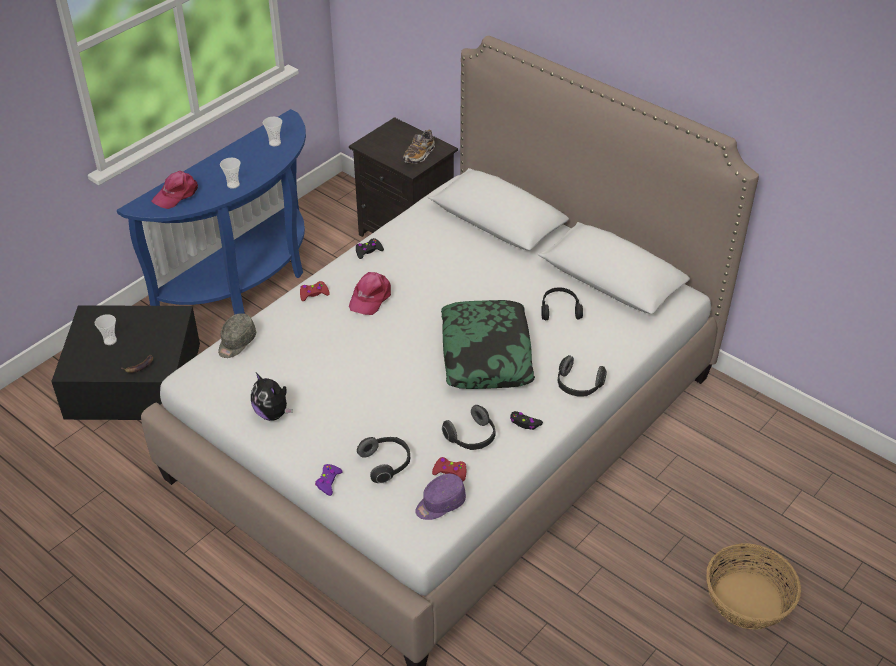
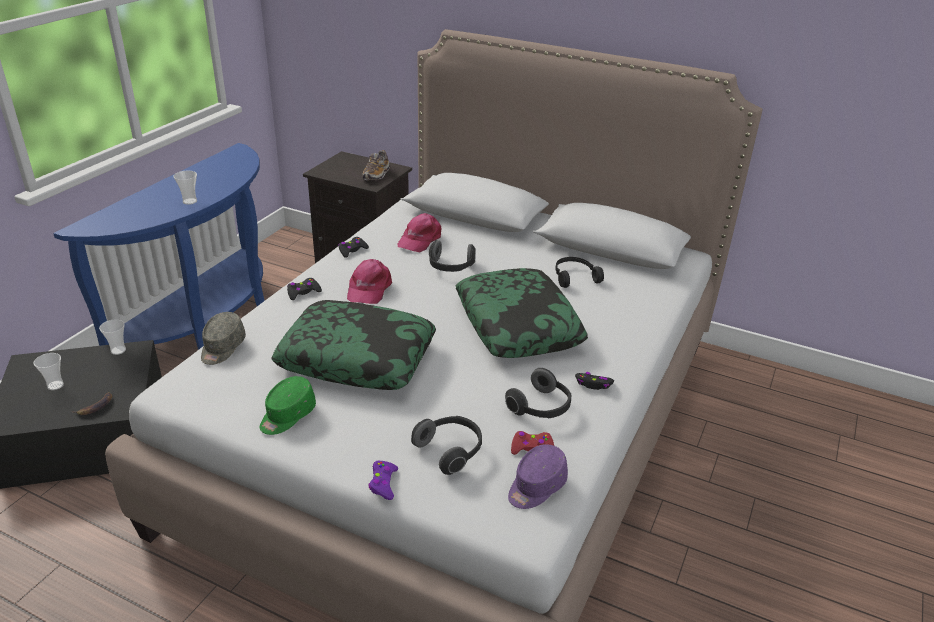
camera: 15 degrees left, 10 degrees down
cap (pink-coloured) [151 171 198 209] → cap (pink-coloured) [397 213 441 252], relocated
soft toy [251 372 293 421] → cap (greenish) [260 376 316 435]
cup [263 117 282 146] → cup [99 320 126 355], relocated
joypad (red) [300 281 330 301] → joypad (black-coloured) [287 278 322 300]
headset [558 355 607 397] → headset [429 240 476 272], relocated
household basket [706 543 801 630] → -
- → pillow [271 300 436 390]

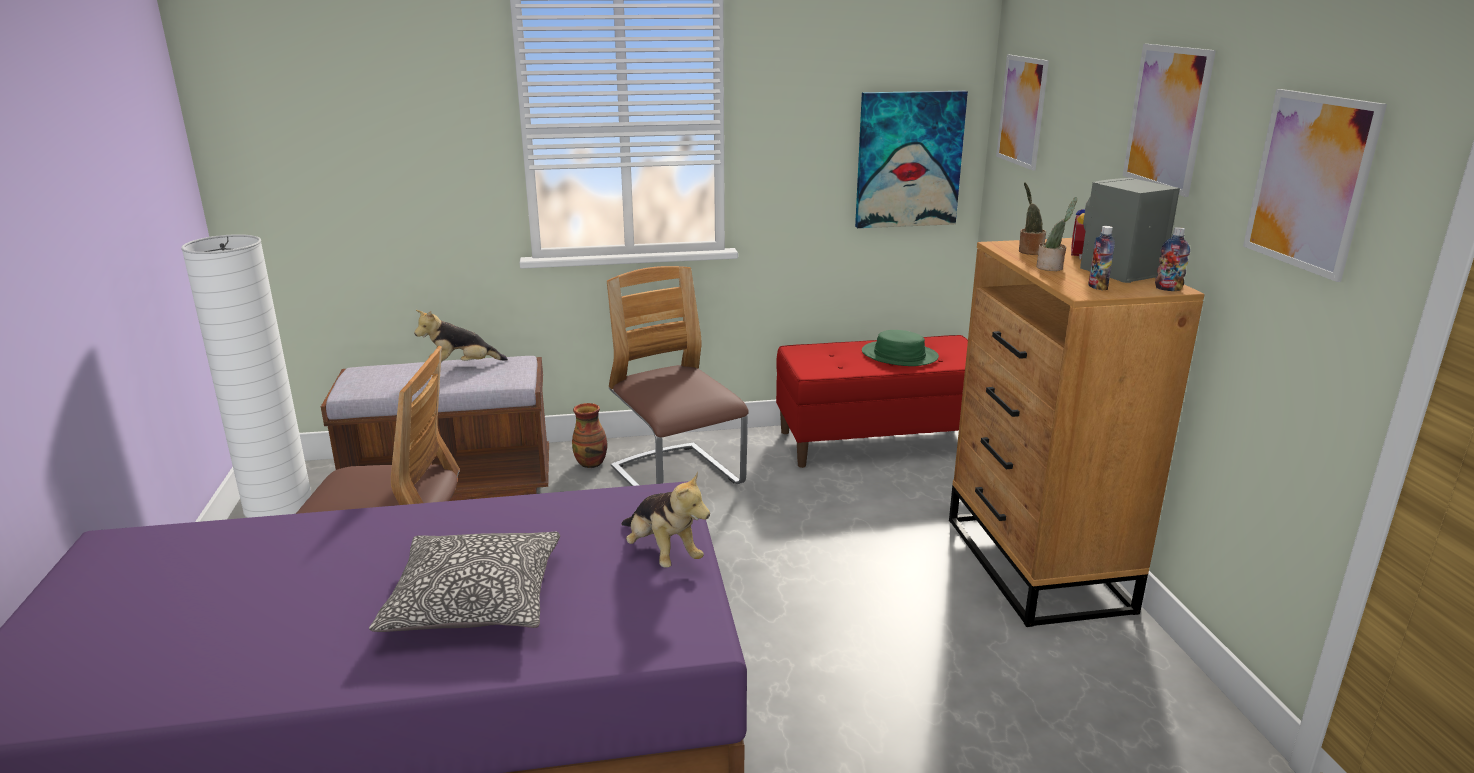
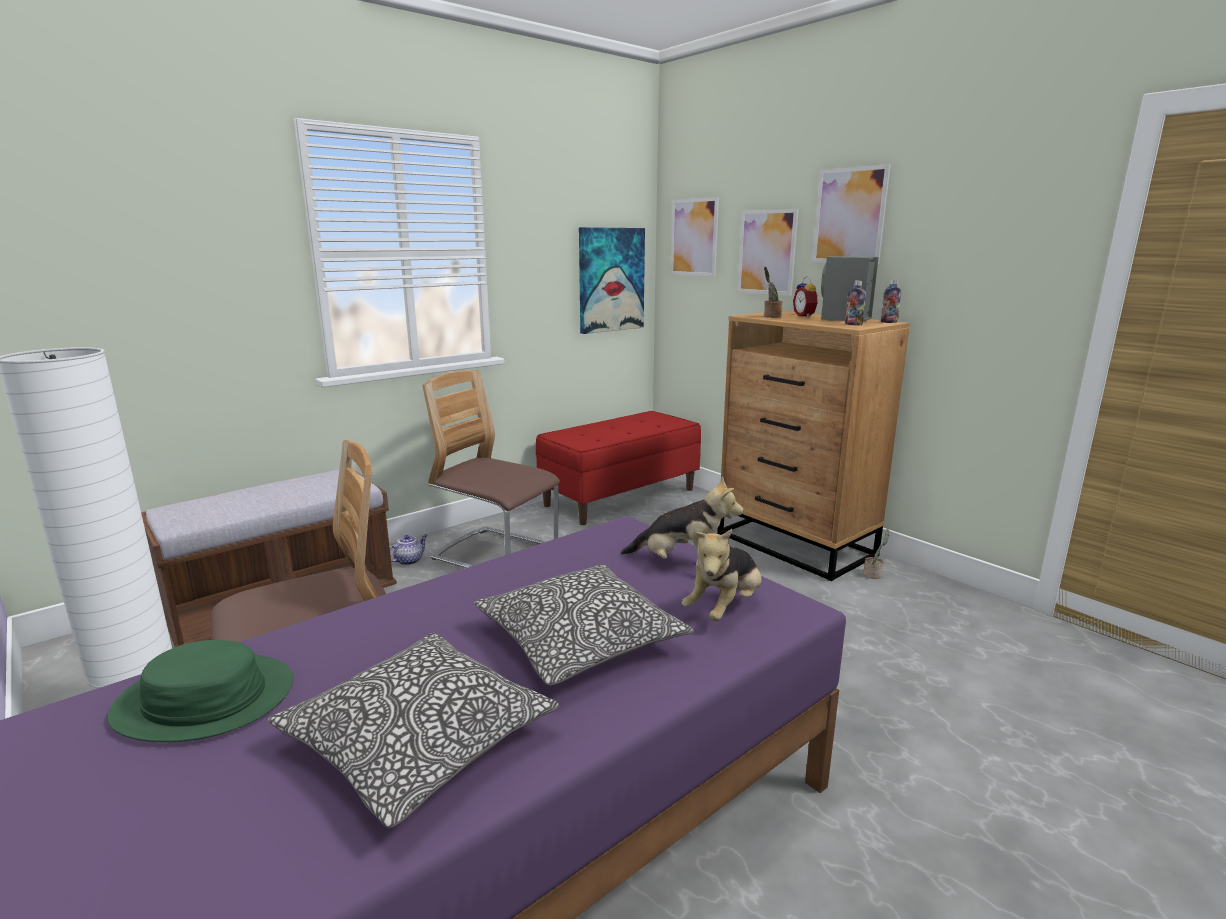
camera: 30 degrees left, 5 degrees down
soft toy [414 310 508 362] → soft toy [682 529 762 621], relocated
vase [572 403 608 468] → teapot [390 534 427 565]
wearable hat (greenish) [862 330 939 366] → wearable hat (greenish) [107 640 293 742], relocated
potted plant [1036 197 1077 271] → potted plant [863 529 889 579], relocated
wall art [1243 89 1387 282] → wall art [737 209 799 296], relocated
- → pillow [268 633 560 828]

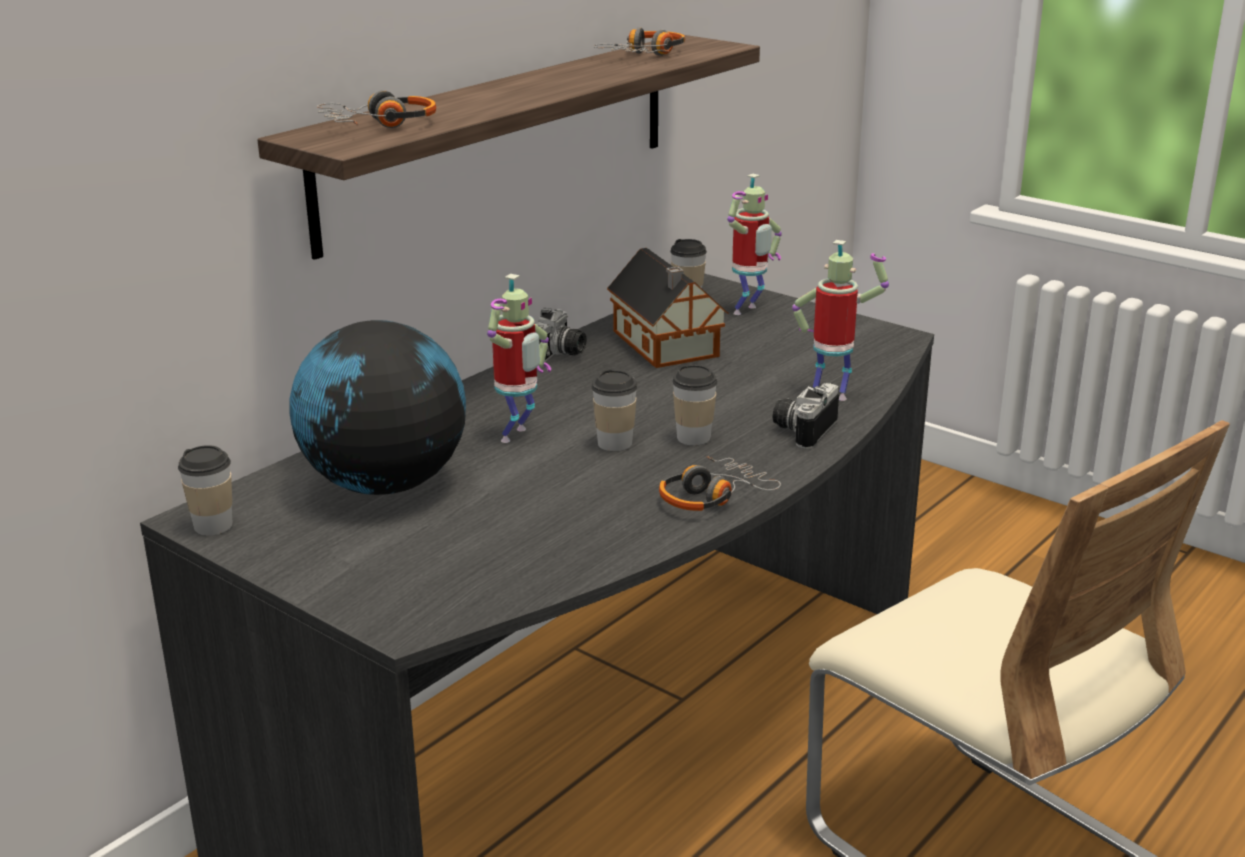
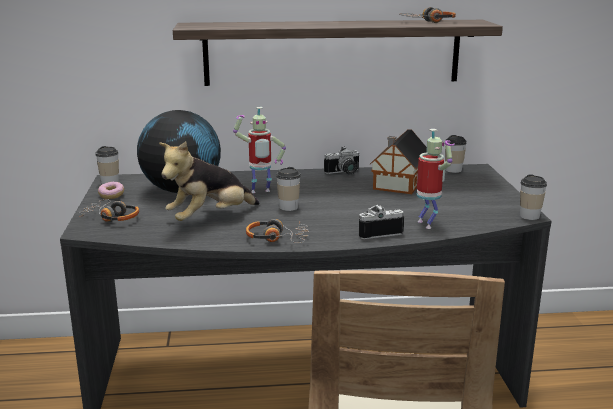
camera: 45 degrees right, 5 degrees down
headset [317 90 436 128] → headset [79 199 139 222], relocated
cup [672 365 718 445] → cup [520 174 547 220], relocated
model robot [727 174 782 315] → -
- → doughnut [98 182 124 199]
- → soft toy [159 142 260 221]

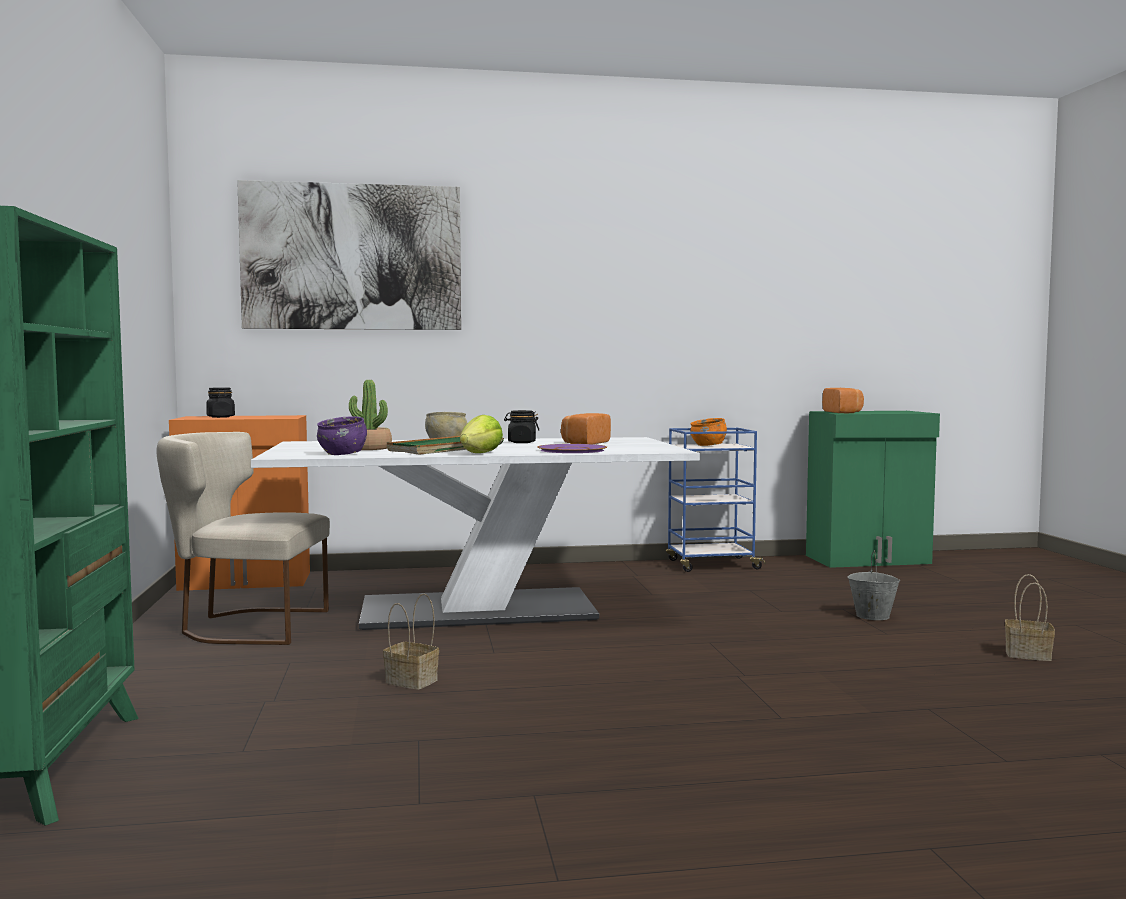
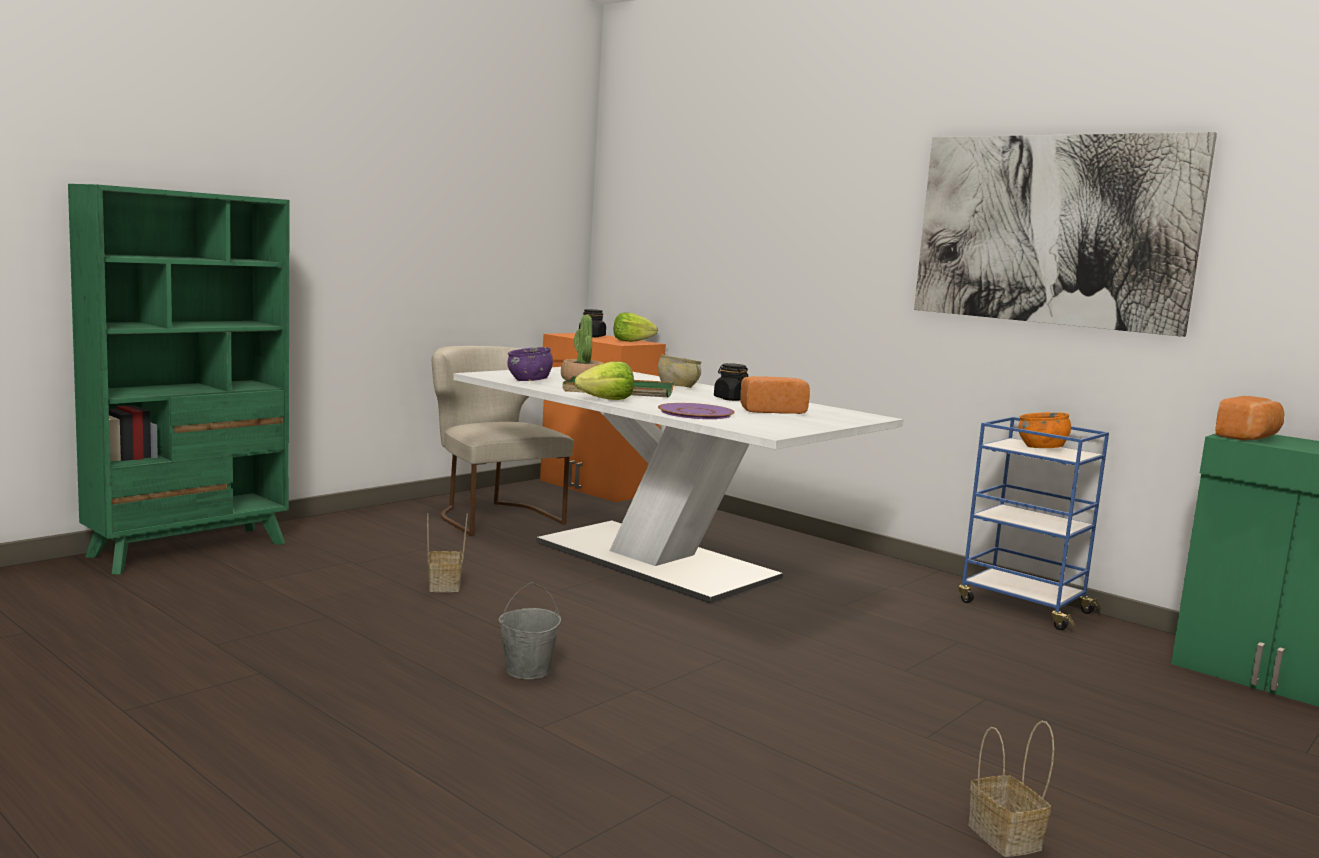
camera: 50 degrees right, 5 degrees up
wall art [237 180 461 330] → wall art [914 132 1217 337], relocated
pail (gray) [847 550 900 620] → pail (gray) [499 582 561 679], relocated
- → lettuce head [614 312 658 342]

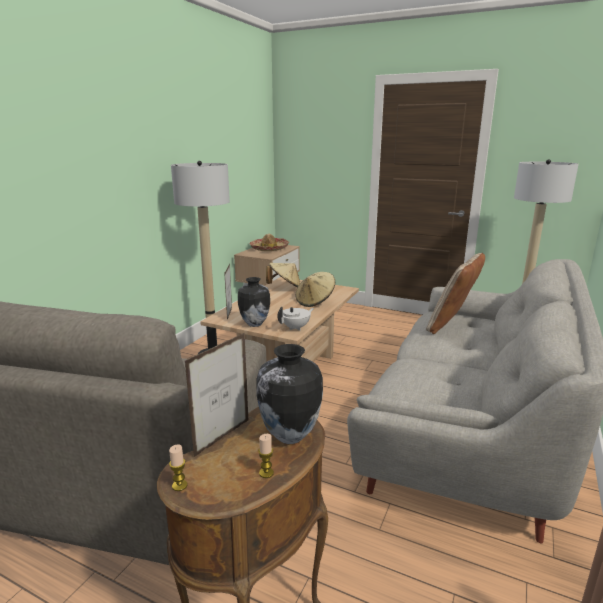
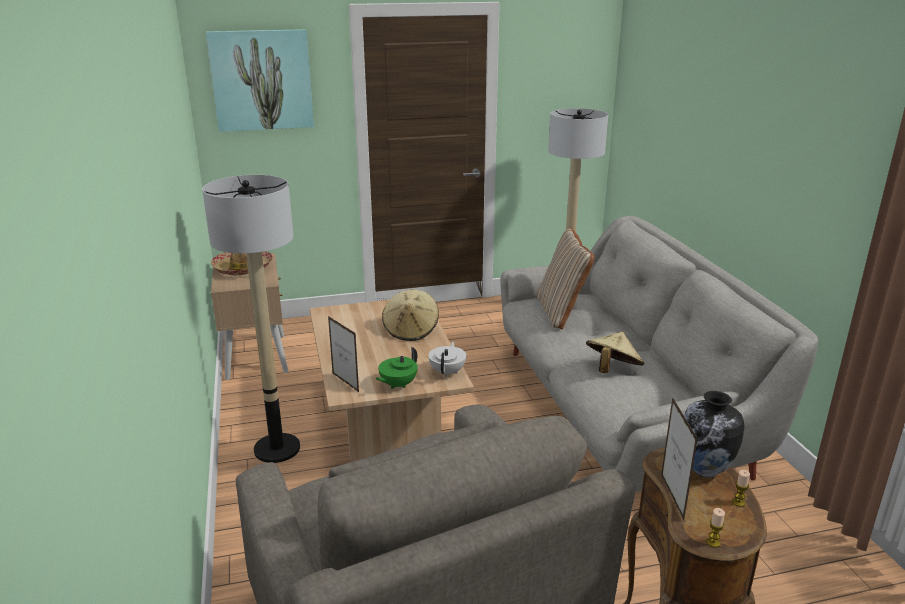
camera: 40 degrees left, 5 degrees up
vase [238 277 270 327] → teapot (greenish) [376 347 418 389]
wearable hat (beige) [266 263 300 288] → wearable hat (beige) [586 332 644 373], relocated
- → wall art [206 29 314 132]

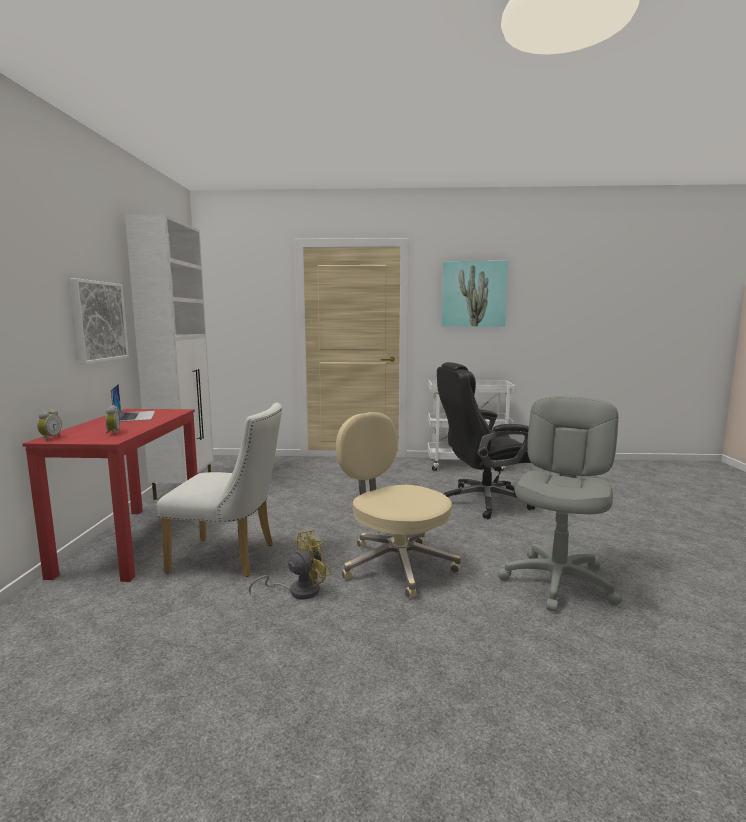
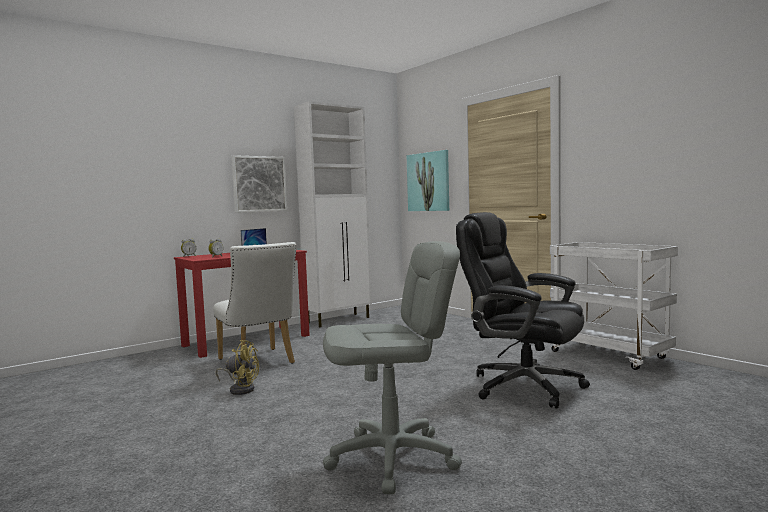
camera: 50 degrees right, 5 degrees down
computer chair (beige) [336 412 461 598] → -
wall art [441 261 508 327] → wall art [407 150 449 211], relocated

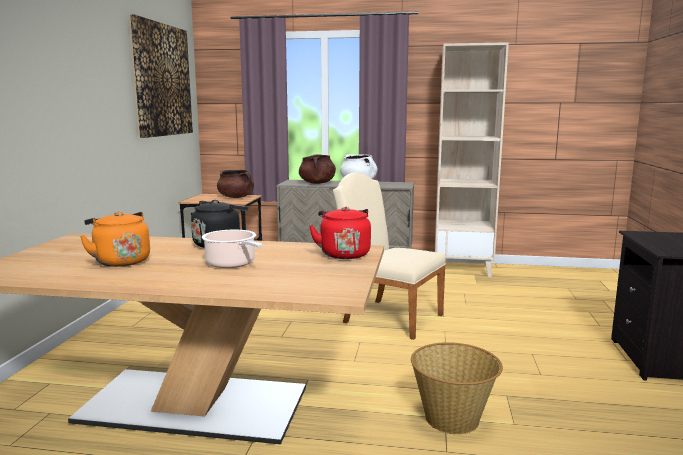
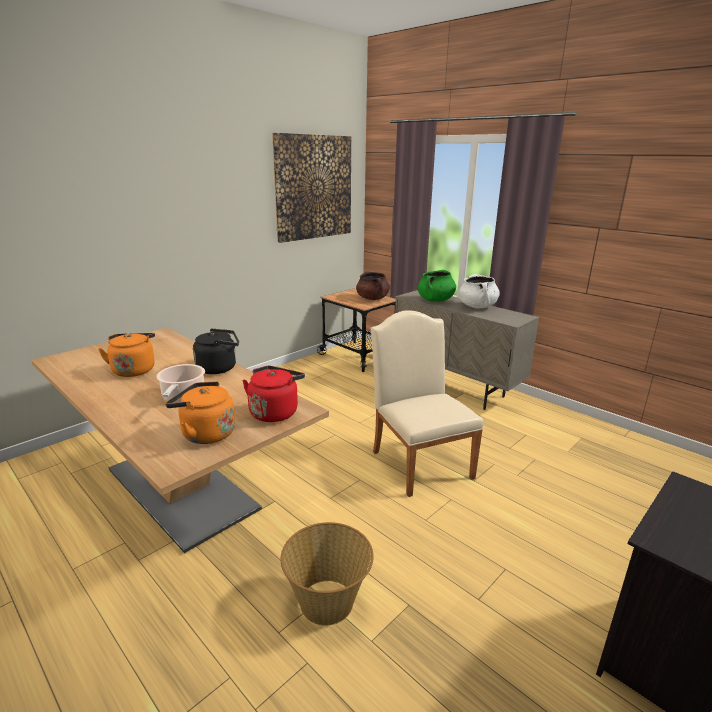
camera: 35 degrees right, 10 degrees up
cooking pot (brown-coloured) [299 154 336 184] → cooking pot (greenish) [418 270 456 302]
bookshelf (beige) [435 42 509 277] → -
- → tea kettle (orangey) [165 381 235 444]

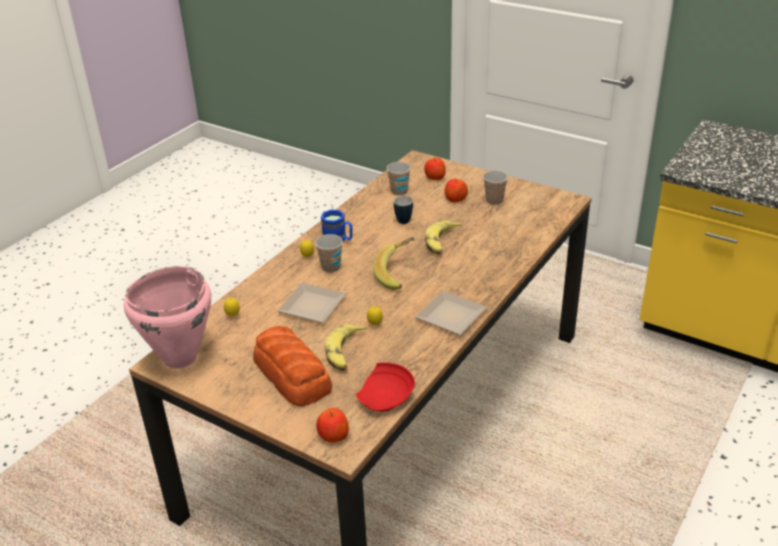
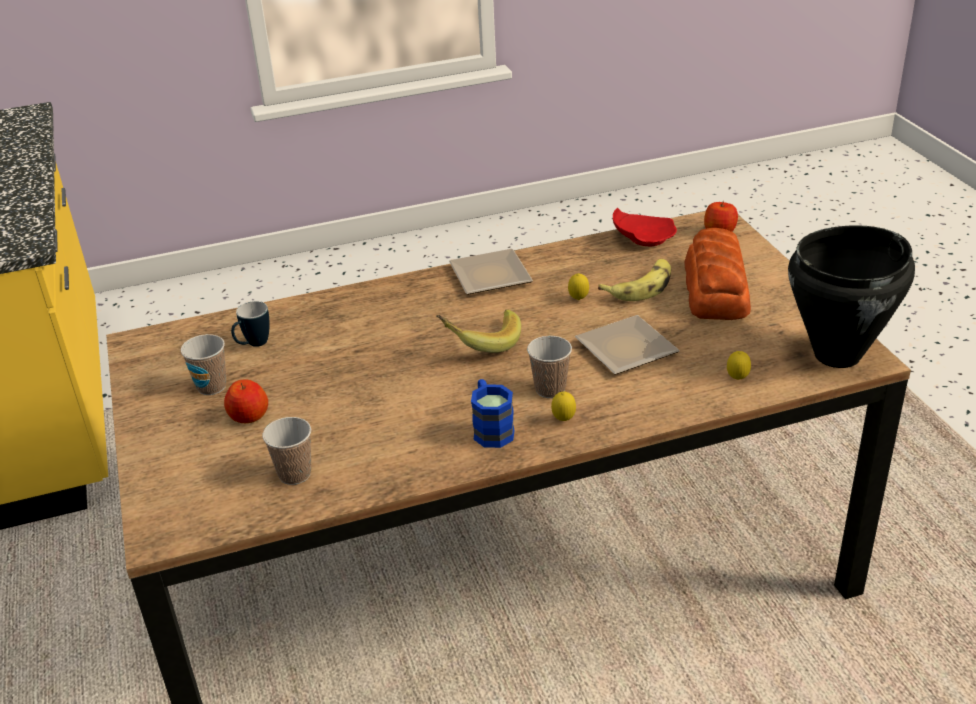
camera: 140 degrees left, 0 degrees up
cooking pot (pink-coloured) [124 266 211 369] → cooking pot (black-coloured) [788 225 915 368]
mug [394 196 413 224] → mug [231 301 270 347], relocated
apple [424 158 446 180] → -
banana fruit [425 220 462 255] → -

